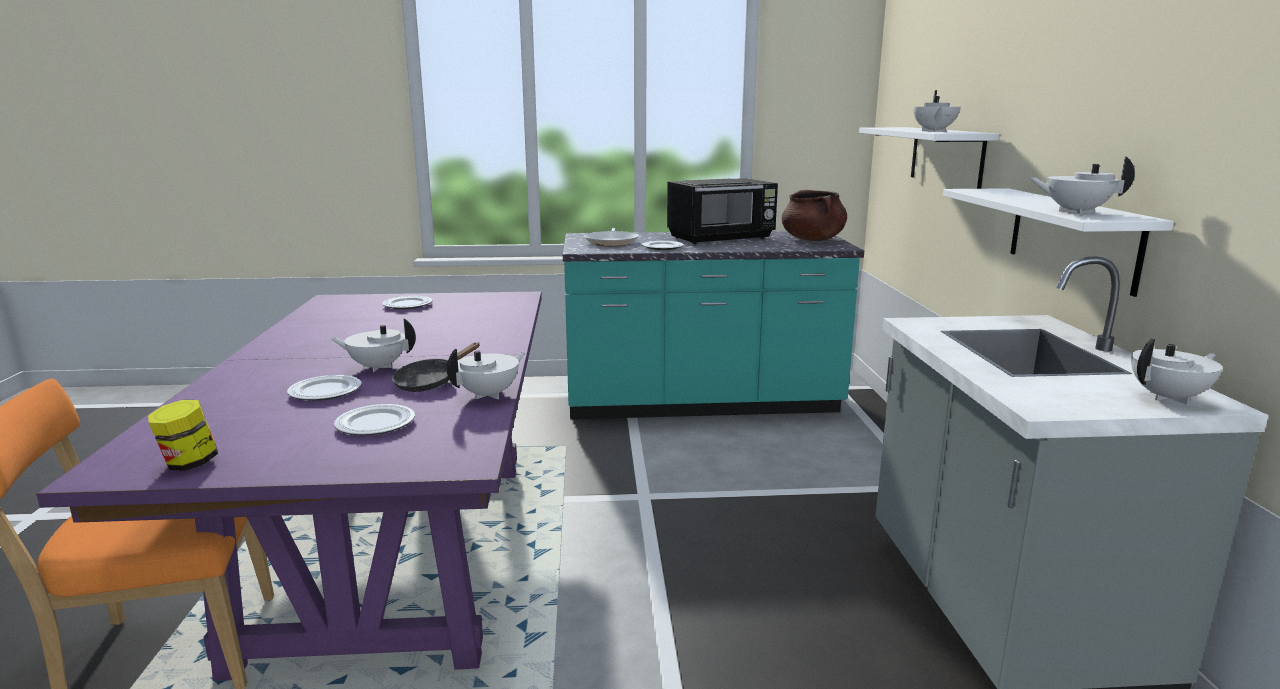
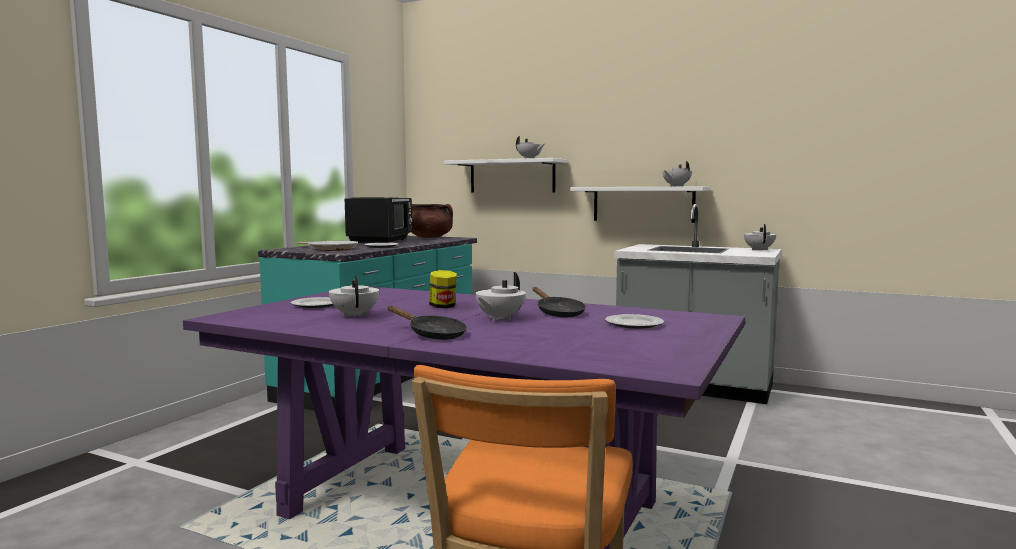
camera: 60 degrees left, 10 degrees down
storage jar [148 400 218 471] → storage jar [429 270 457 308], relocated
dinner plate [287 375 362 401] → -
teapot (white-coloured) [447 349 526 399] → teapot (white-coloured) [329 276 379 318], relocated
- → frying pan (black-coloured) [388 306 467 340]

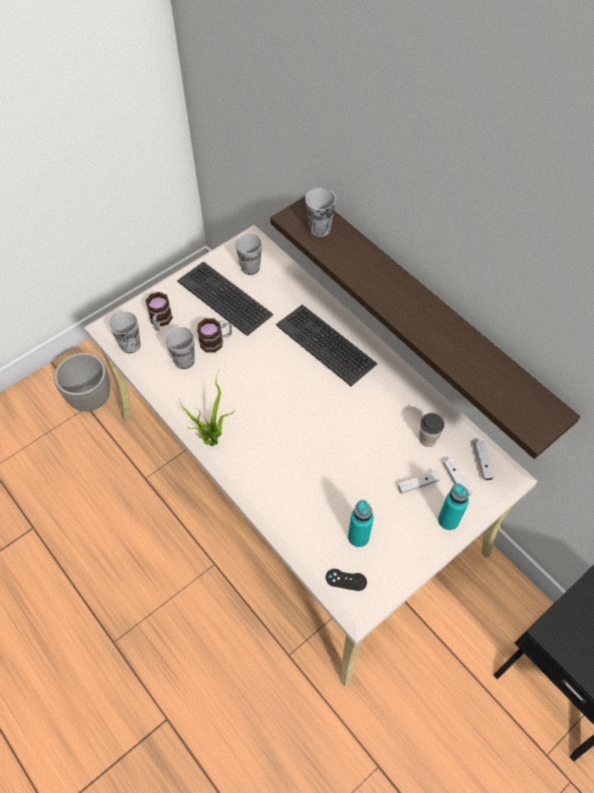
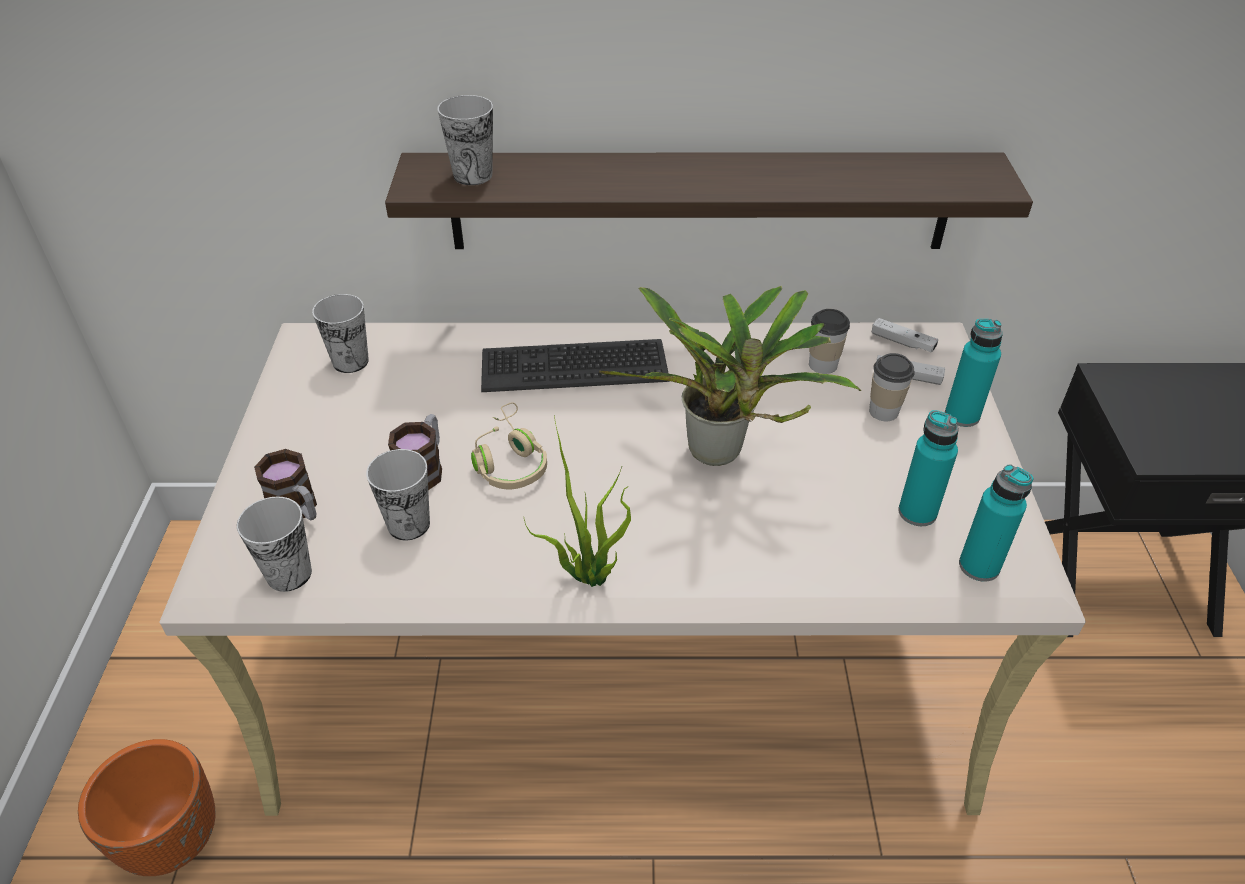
camera: 50 degrees left, 15 degrees down
plant pot (gray) [54 353 110 411] → plant pot (orangey) [78 739 215 876]
computer keyboard [177 261 273 336] → -
joypad (black-coloured) [326 569 367 591] → beverage bottle (turquoise) [959 464 1034 582]
joypad (white-coloured) [398 471 440 494] → cup [869 353 915 421]
- → headset (beige) [471 402 547 489]
- → potted plant [599 286 861 466]

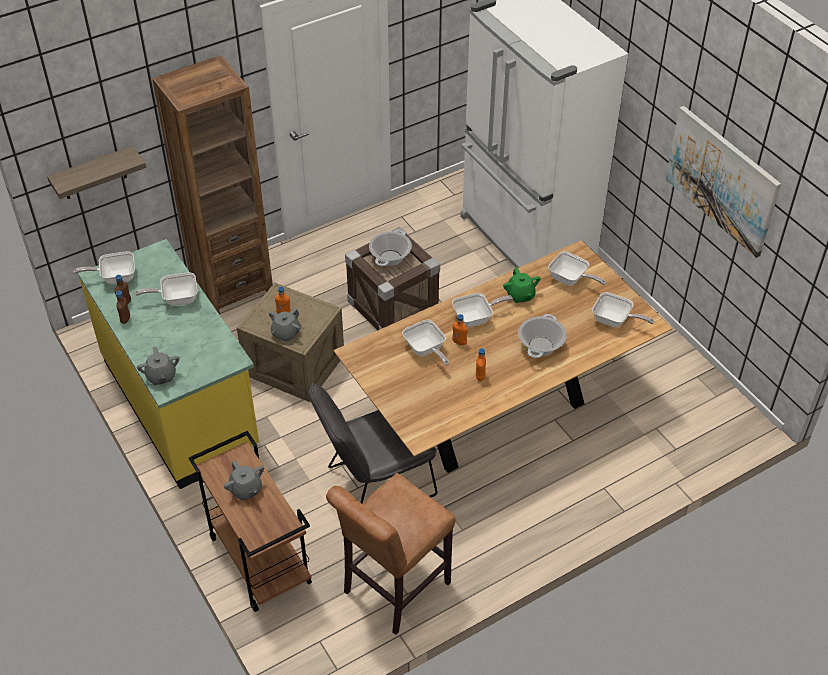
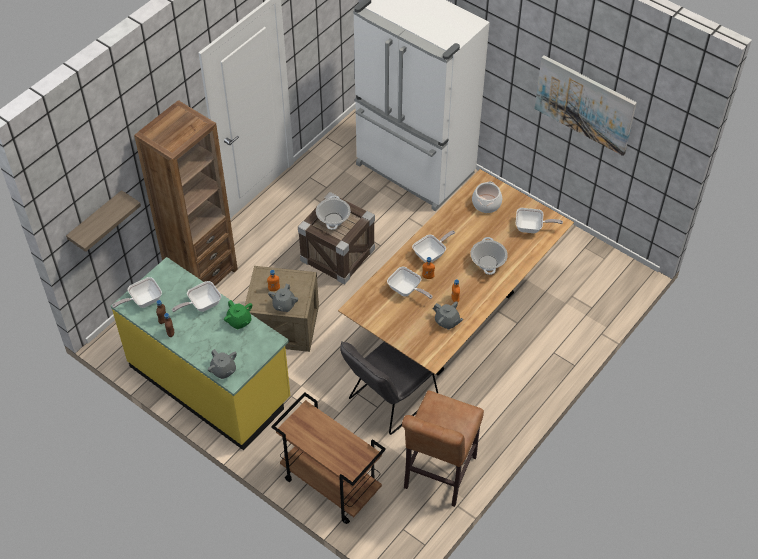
camera: 20 degrees left, 5 degrees up
teapot (gray) [224 460 264 501] → teapot (gray) [433 301 463 330], relocated
teapot (greenish) [503 268 541 303] → teapot (greenish) [224 300 252 329], relocated
frying pan [548 251 606 286] → cooking pot [472 181 502 213]

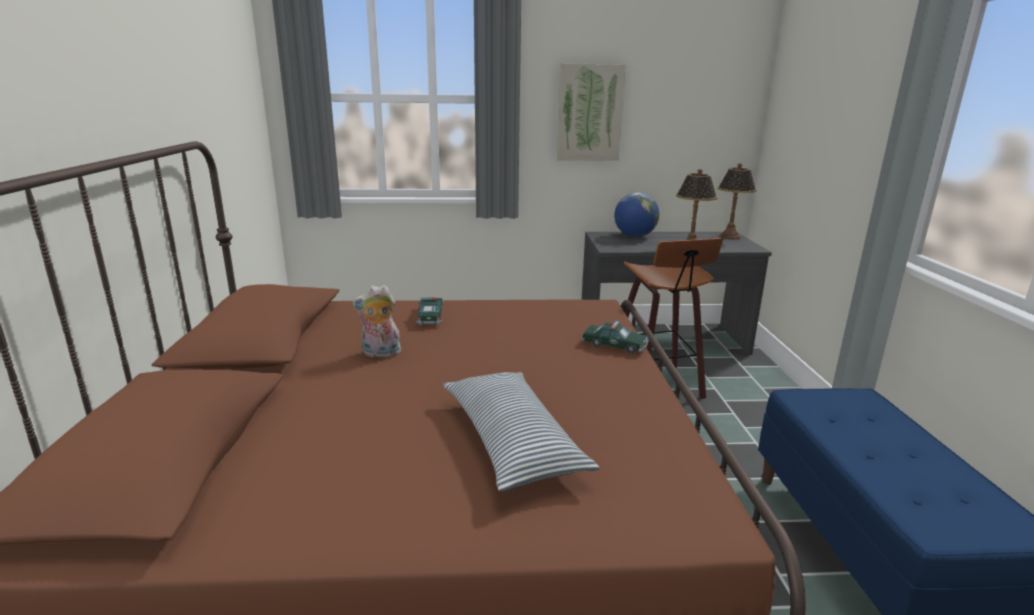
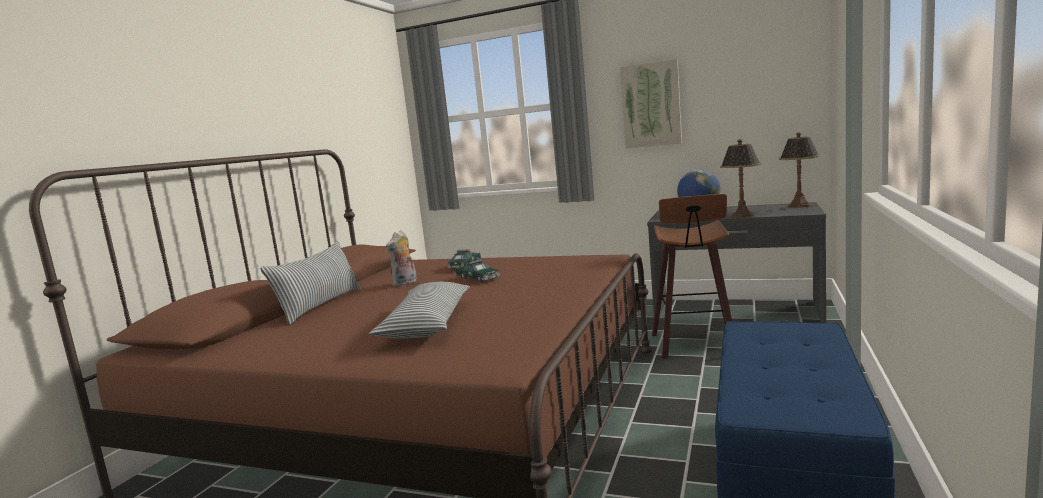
camera: 25 degrees right, 10 degrees down
soft toy [352 285 401 357] → soft toy [386 230 417 287], 75 degrees counterclockwise
toy car [582 321 649 354] → toy car [455 259 500 283], relocated
- → pillow [260 241 361 325]

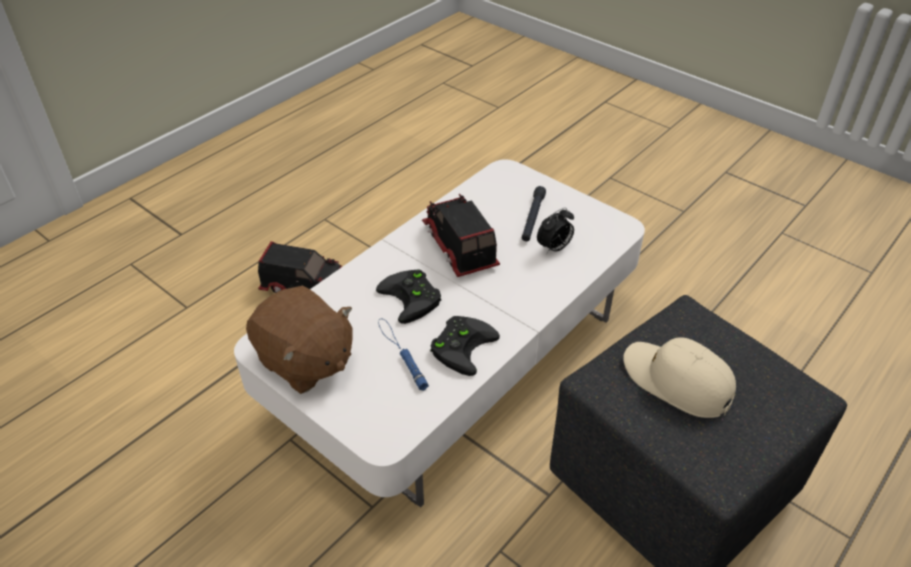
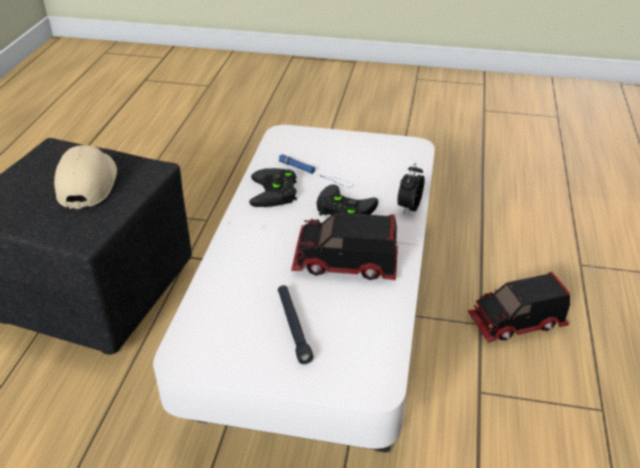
camera: 150 degrees right, 5 degrees down
soft toy (brown-coloured) [246 286 353 394] → -
model truck [422 194 500 277] → model truck [291 212 398 280], 150 degrees clockwise
bedside clock [537 208 574 253] → bedside clock [397 163 425 213], relocated
cap (beige) [623 337 736 418] → cap (beige) [54 145 117 209], 105 degrees counterclockwise

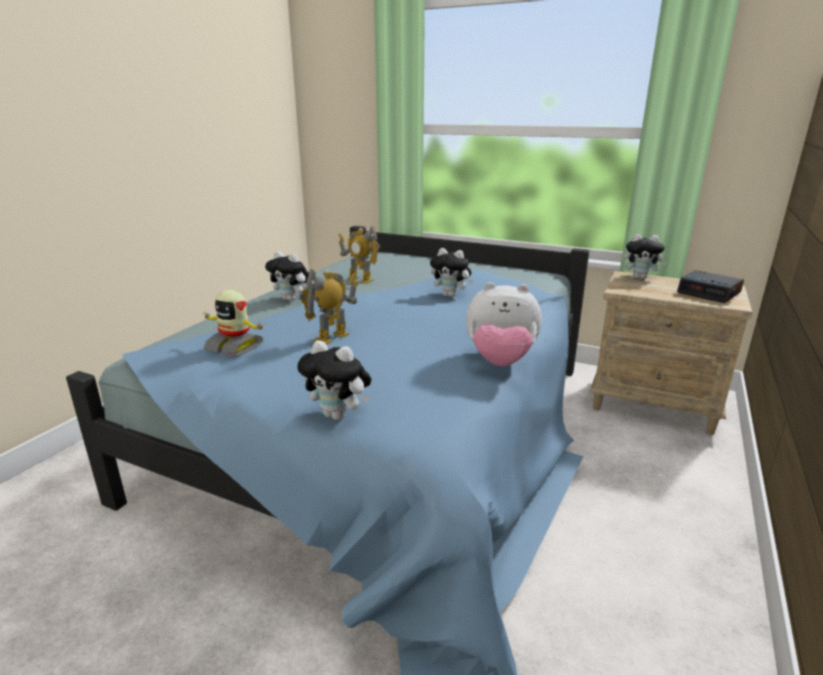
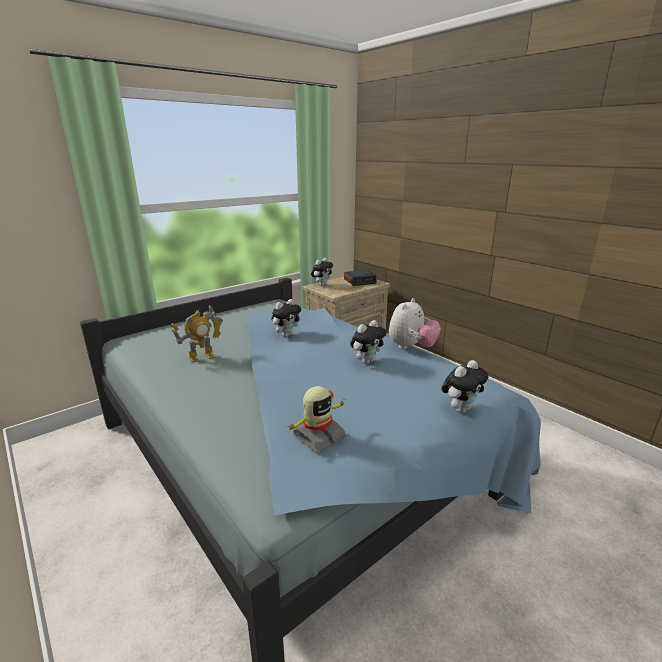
camera: 65 degrees left, 0 degrees up
soft toy [265 251 309 301] → soft toy [350 320 386 364], relocated
model robot [299 269 358 345] → -

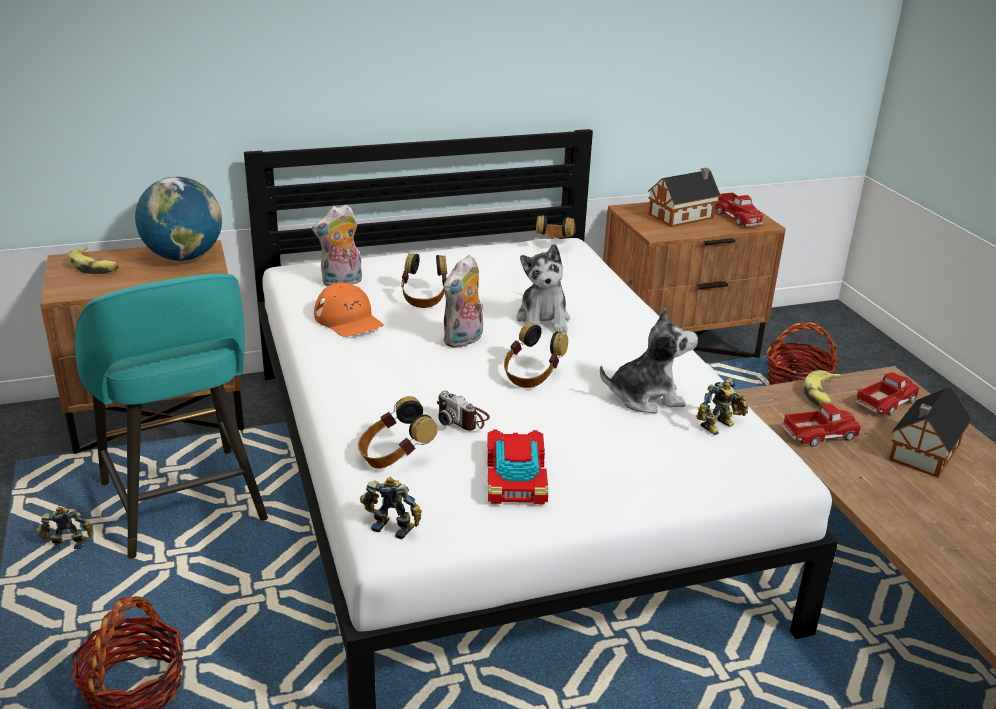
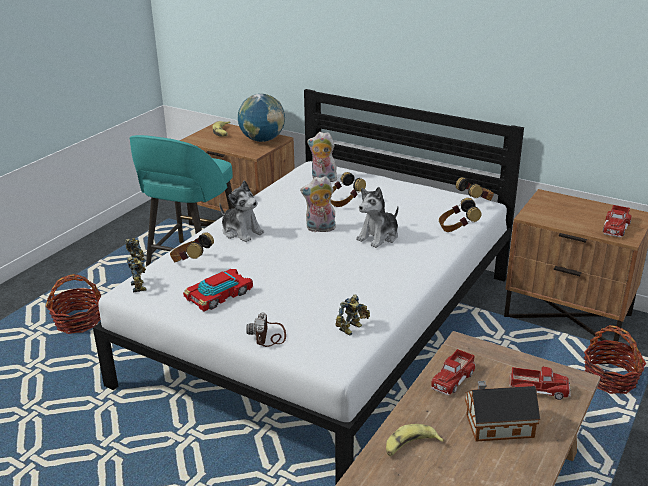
camera: 50 degrees right, 0 degrees up
cap (orangey) [314 283 384 337] → -
still camera [437 391 490 431] → still camera [246 312 286 347], relocated
headset [504 322 568 388] → headset [439 198 482 232], relocated
soft toy [600 308 698 413] → soft toy [219 180 264 242], relocated
model house [648 168 721 227] → -
model robot [696 378 749 435] → model robot [335 294 370 336], 60 degrees counterclockwise
model truck [782 404 861 447] → model truck [431 349 476 396], 90 degrees clockwise
banana fruit [804 370 841 407] → banana fruit [386 424 444 456], relocated

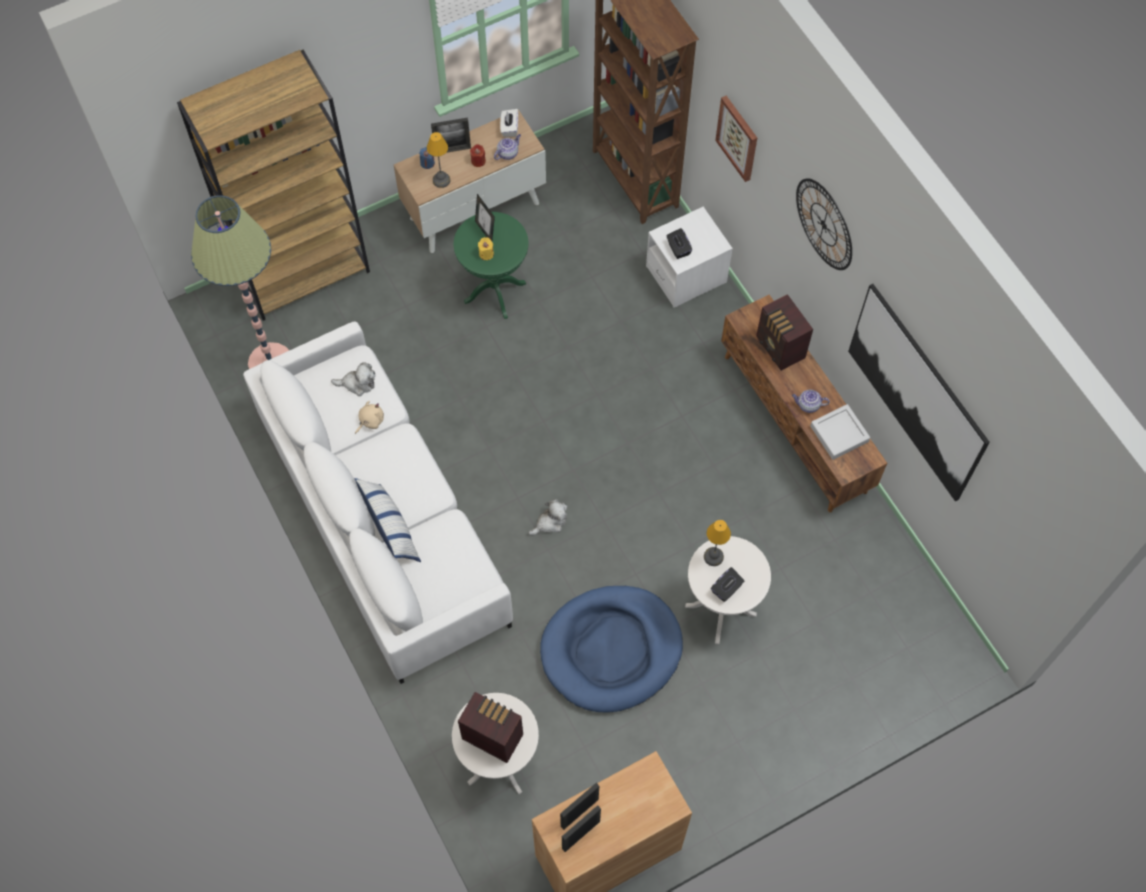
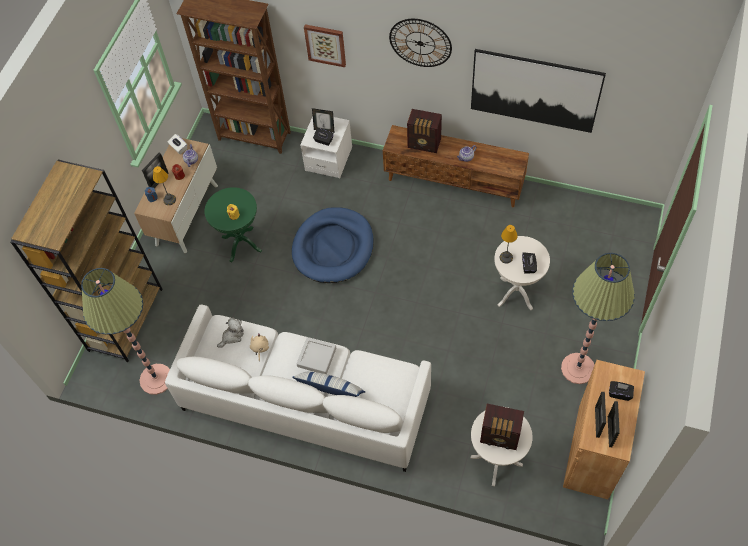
camera: 40 degrees left, 5 degrees down
radio set [458 692 523 763] → radio set [480 404 524 450], 150 degrees counterclockwise
picture frame [475 194 495 241] → picture frame [312 108 334 133], relocated
soft toy [528 499 567 536] → -
pet bed (blue-coloured) [540 586 683 713] → pet bed (blue-coloured) [292 207 374 283], relocated
carrying tray (gray) [810 404 870 460] → carrying tray (gray) [296 337 336 374], relocated
- → standard lamp [561 253 635 384]
- → tissue holder (black-coloured) [609 381 634 401]

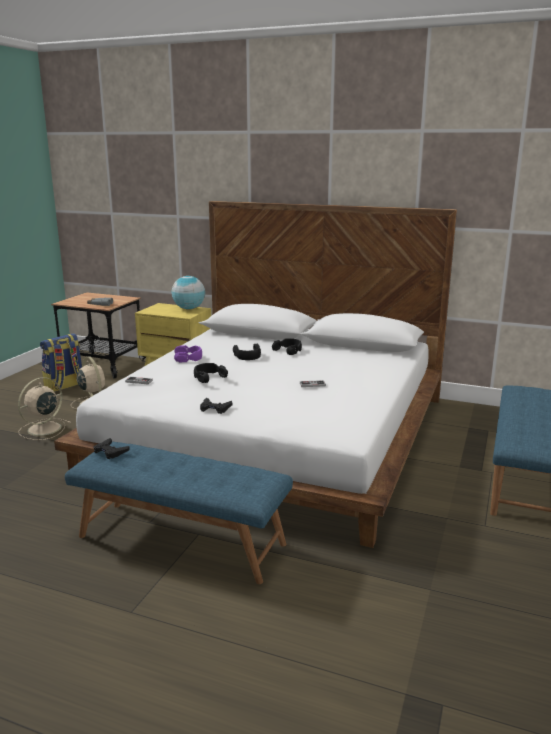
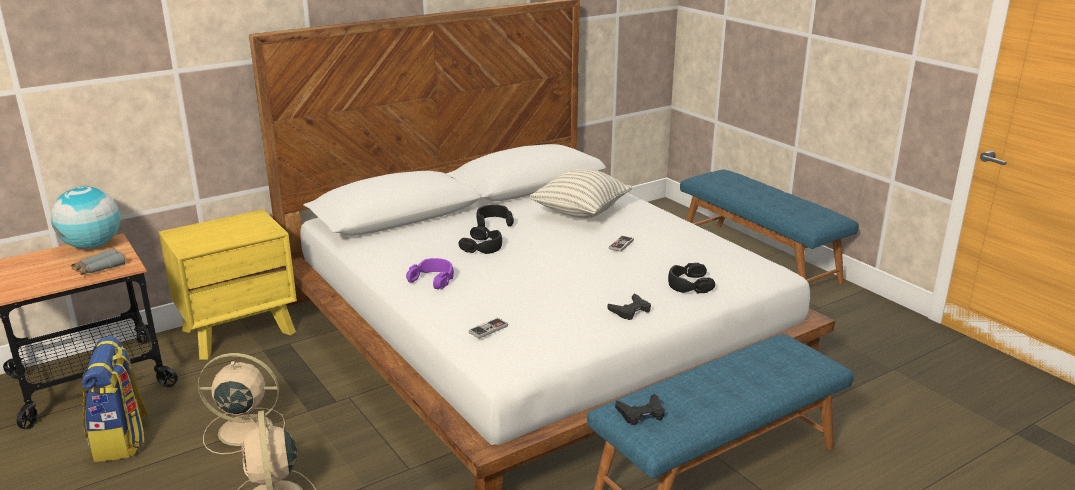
camera: 55 degrees left, 5 degrees up
desk globe [171 276 205 309] → desk globe [51 186 120 249], relocated
headset (black-coloured) [194 363 228 383] → headset (black-coloured) [668 263 715 293], relocated
- → pillow [529 169 632 218]

